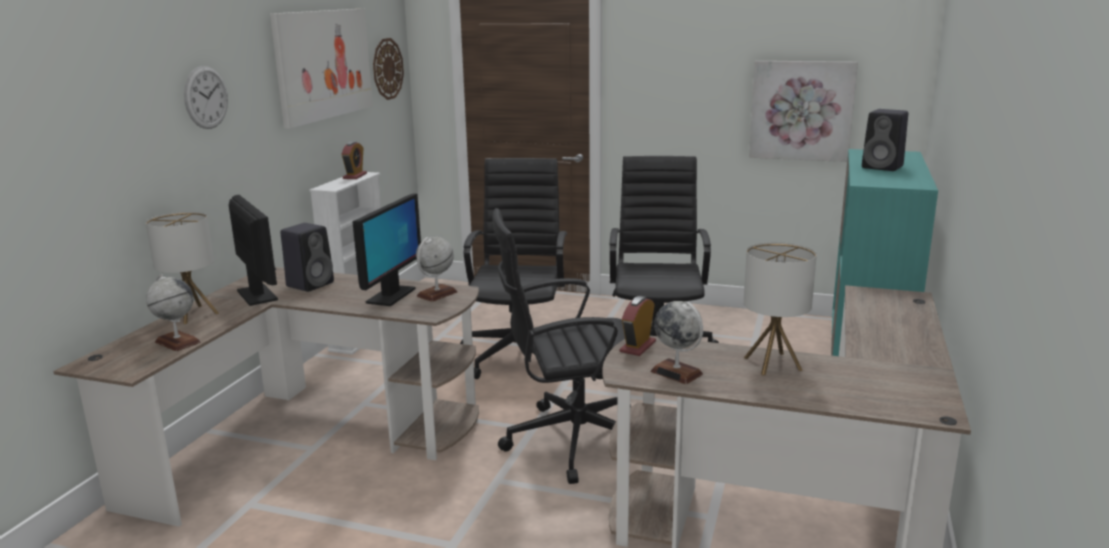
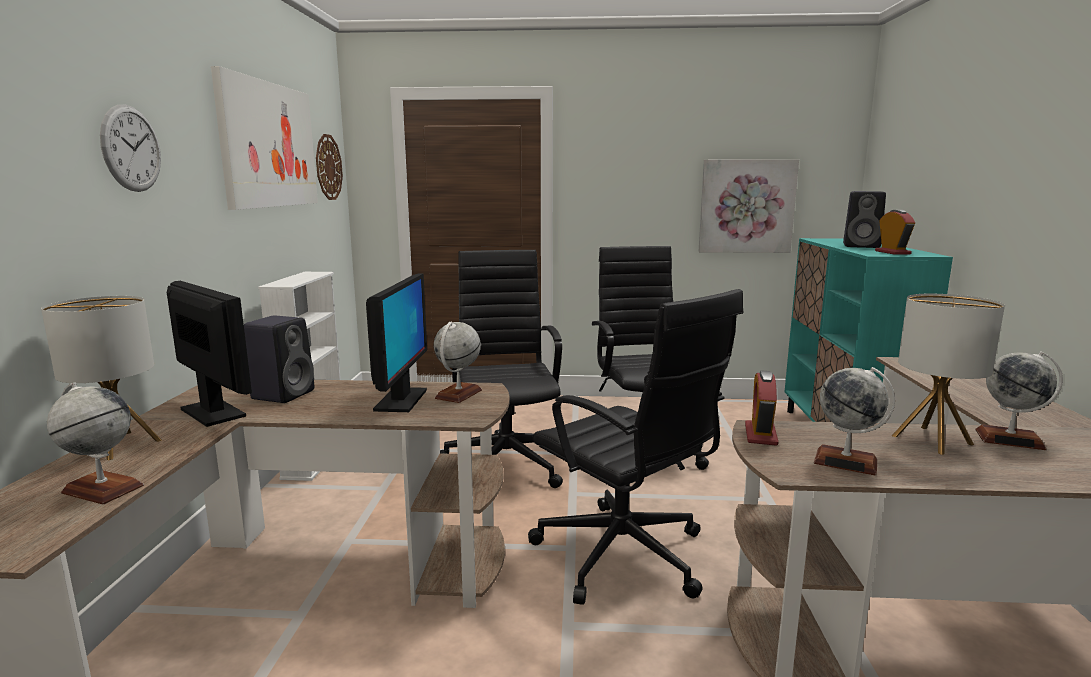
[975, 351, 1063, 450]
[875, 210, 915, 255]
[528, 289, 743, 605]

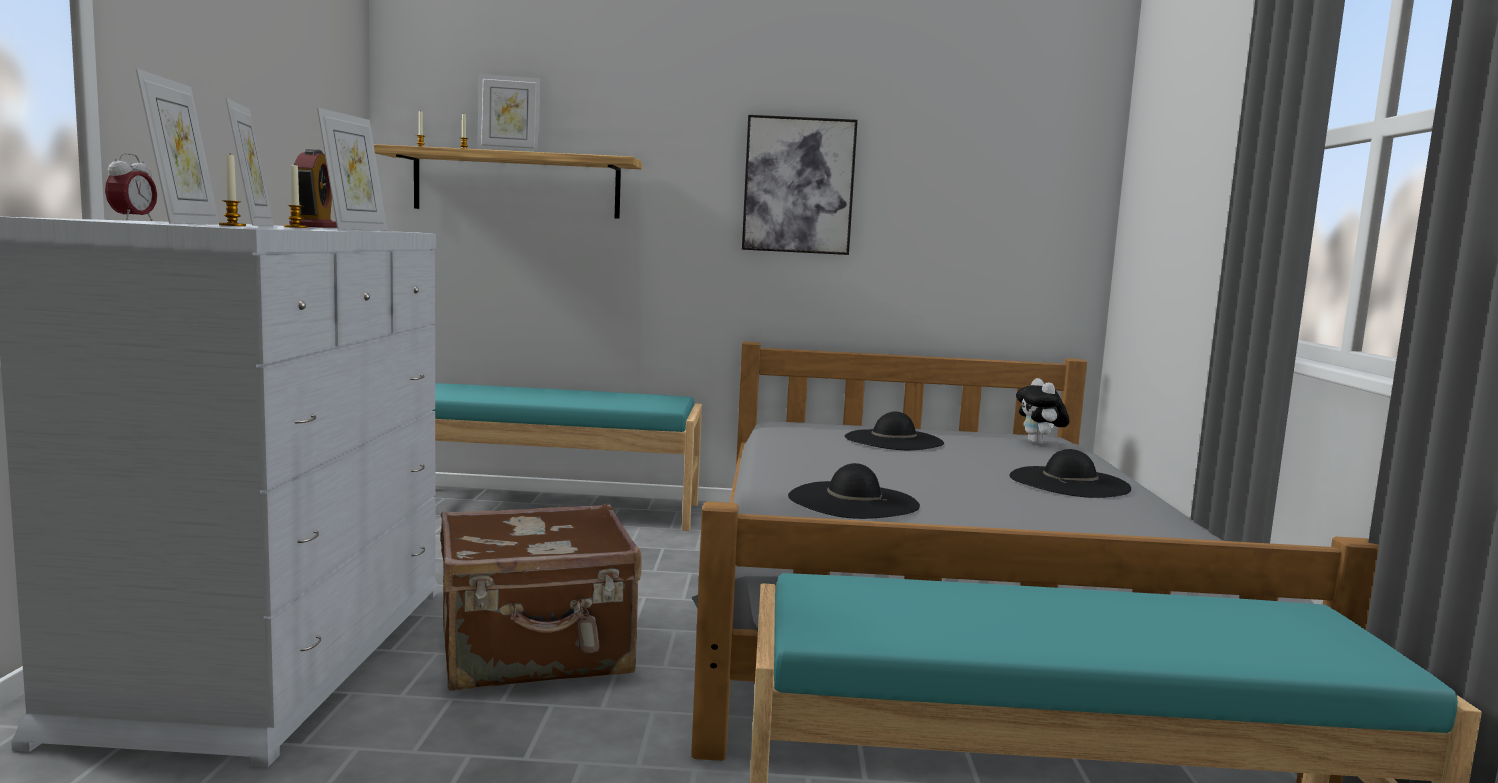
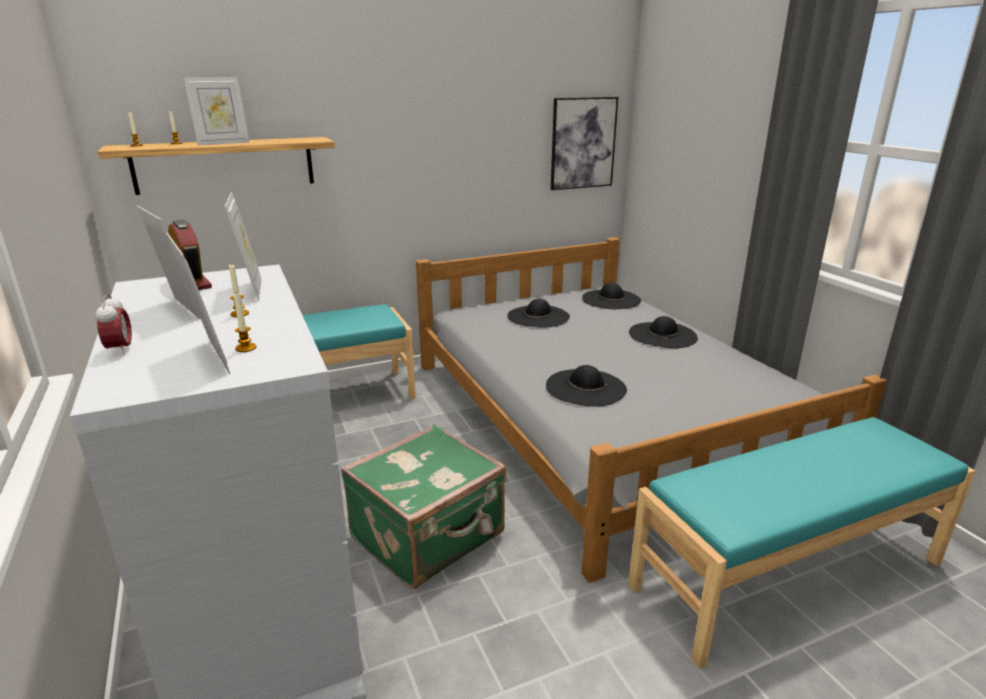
[551, 97, 618, 190]
[582, 283, 641, 309]
[341, 424, 506, 589]

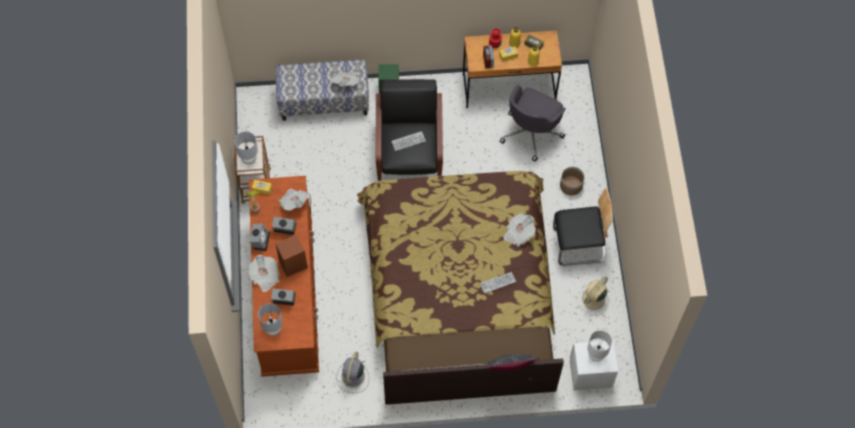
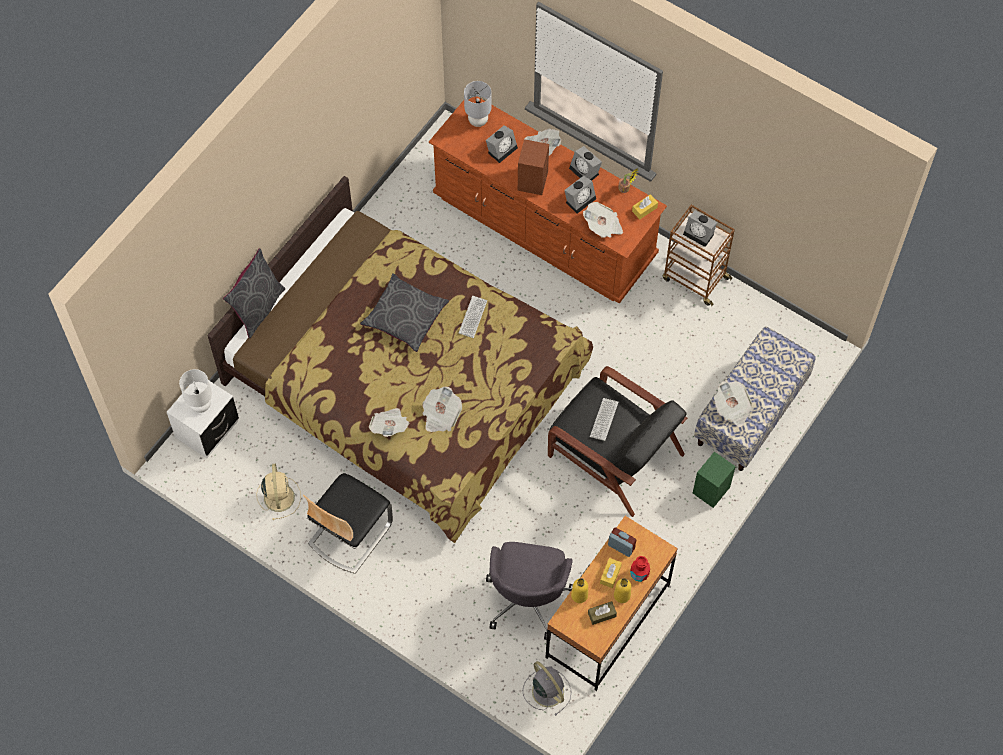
[560, 167, 585, 196] (first image)
[360, 273, 449, 352]
[422, 387, 462, 432]
[523, 661, 571, 716]
[459, 296, 487, 338]
[683, 210, 717, 247]
[486, 542, 573, 640]

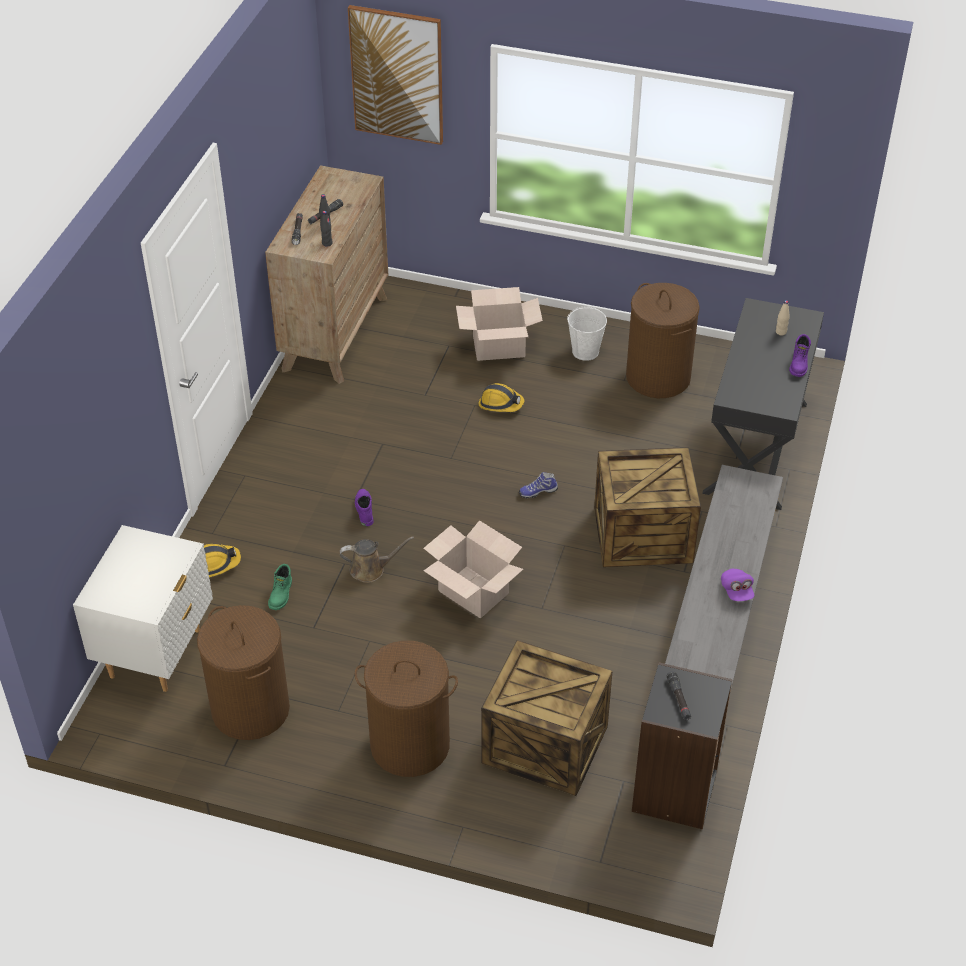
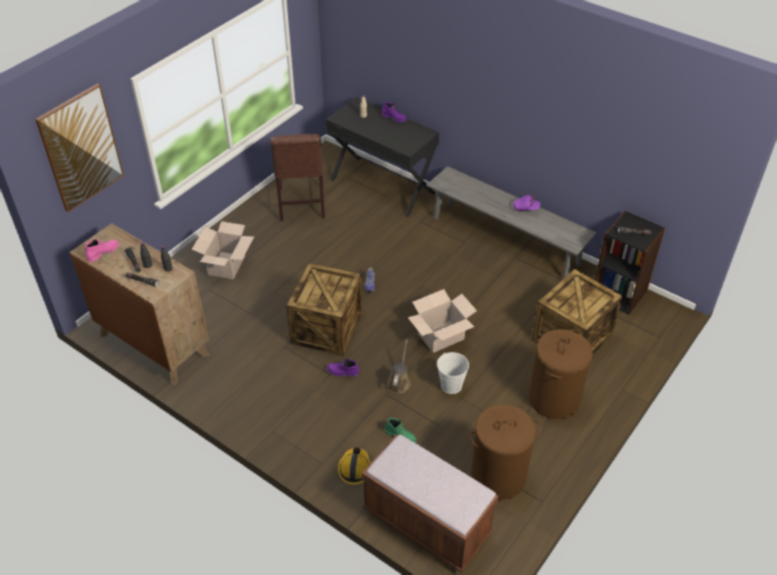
[479, 383, 525, 412] (first image)
[85, 239, 119, 262]
[437, 352, 469, 394]
[286, 263, 362, 356]
[362, 434, 499, 573]
[270, 134, 325, 221]

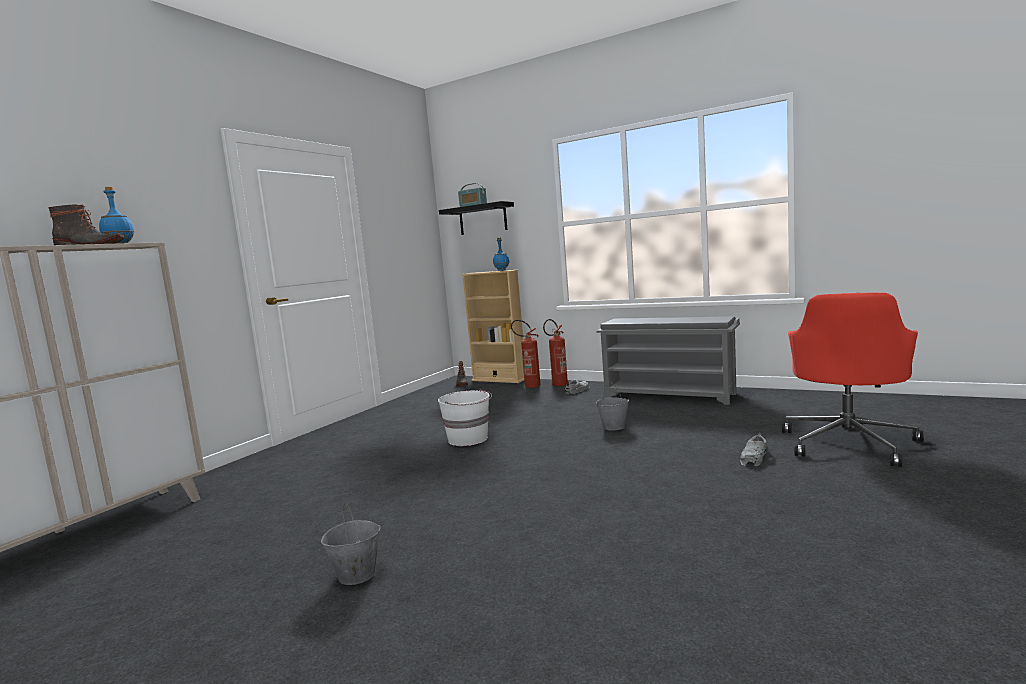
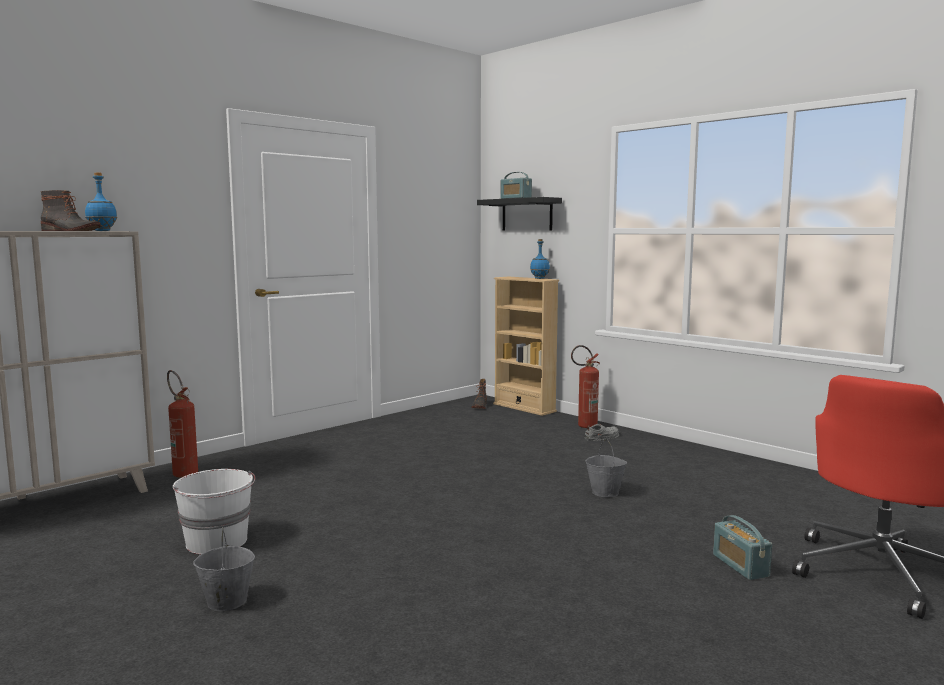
[596, 316, 740, 405] (first image)
[173, 469, 255, 555]
[167, 370, 198, 478]
[713, 515, 772, 580]

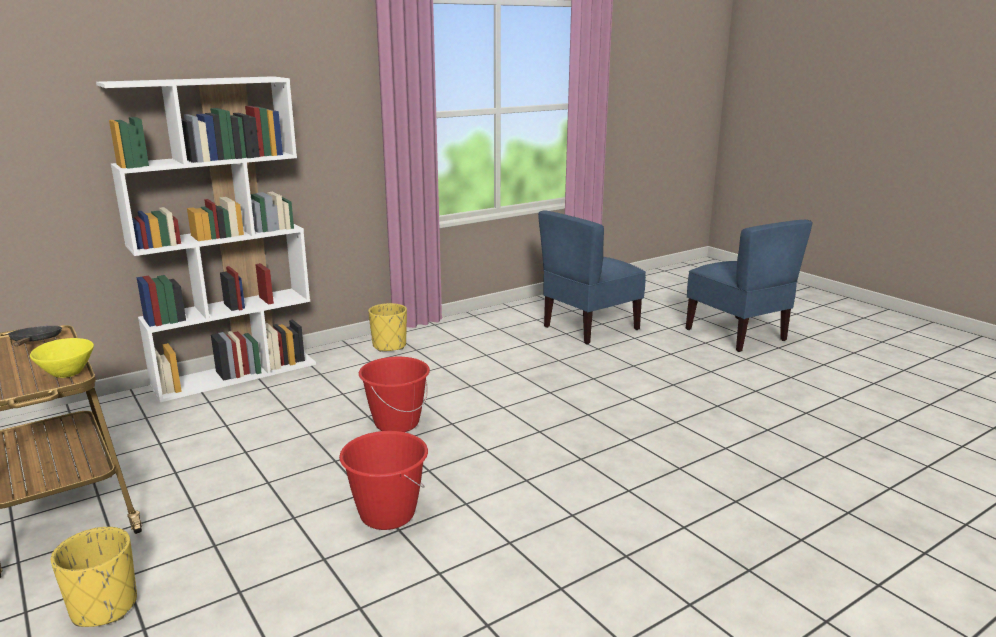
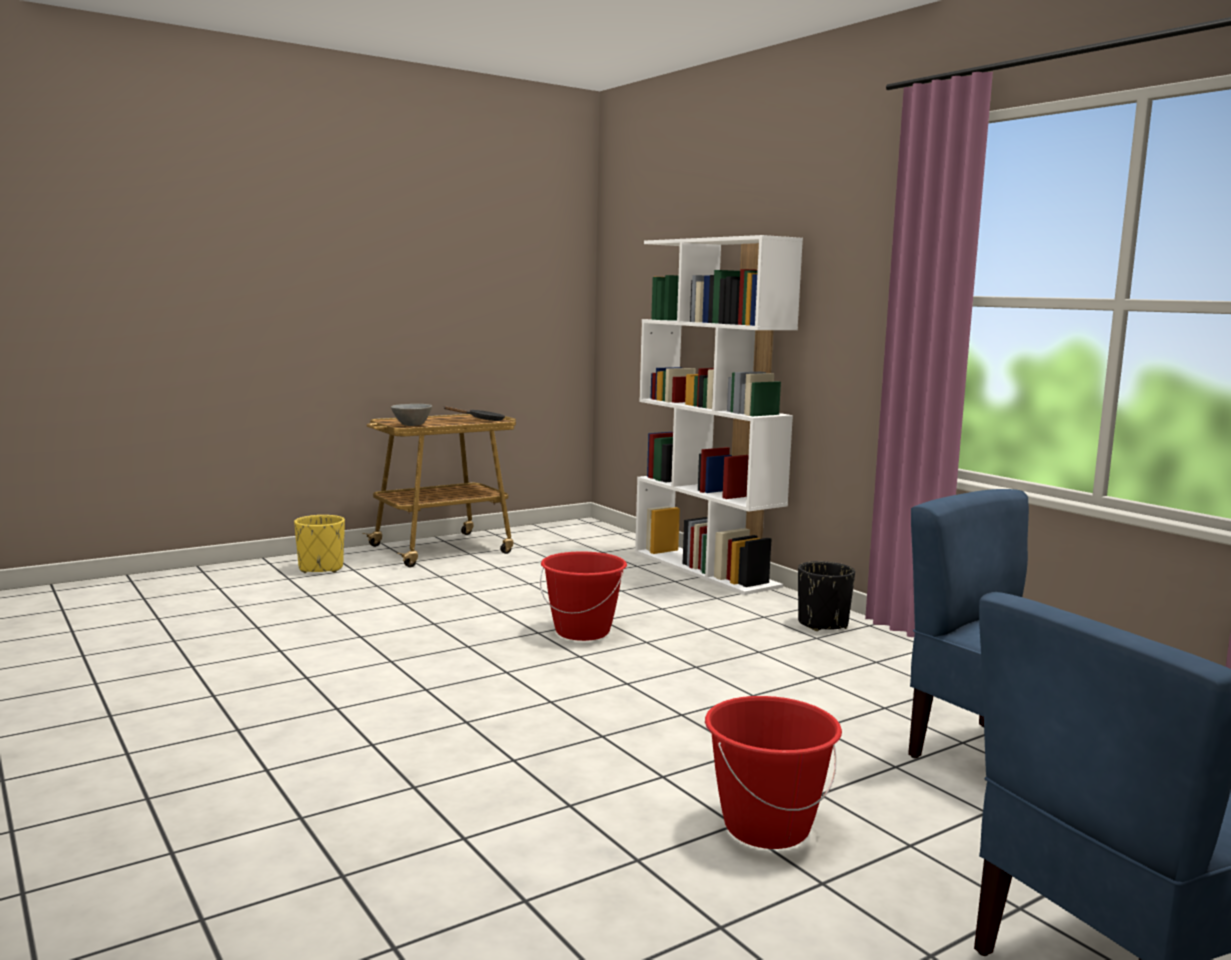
[705, 696, 842, 849]
[391, 404, 432, 426]
[798, 561, 855, 631]

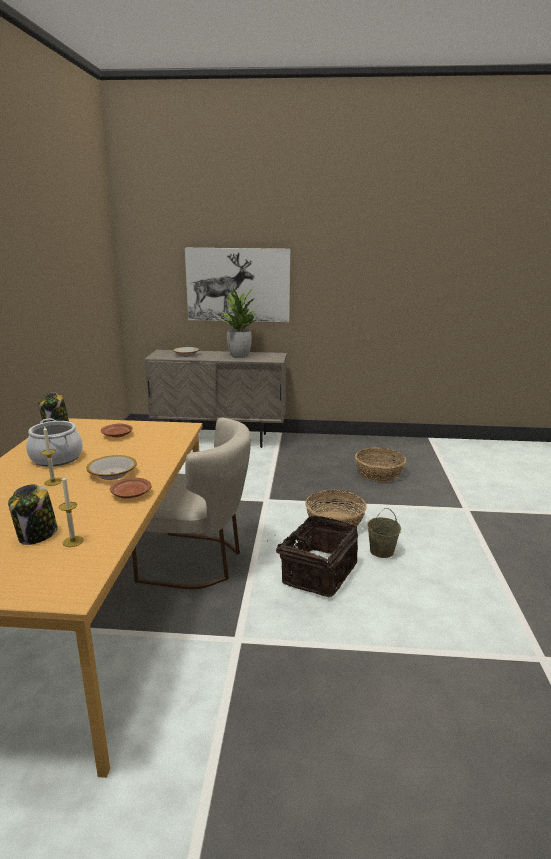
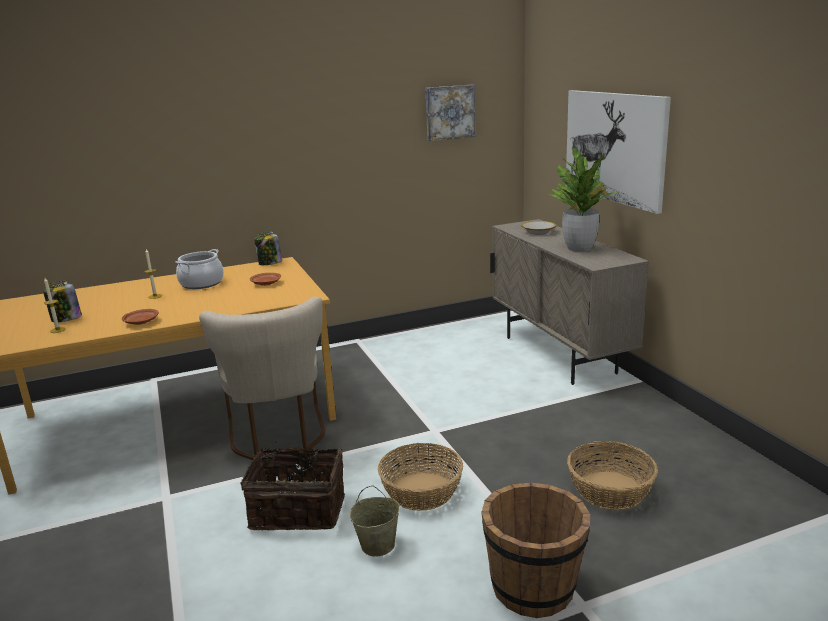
[87, 455, 137, 480] (first image)
[425, 85, 475, 141]
[481, 482, 590, 618]

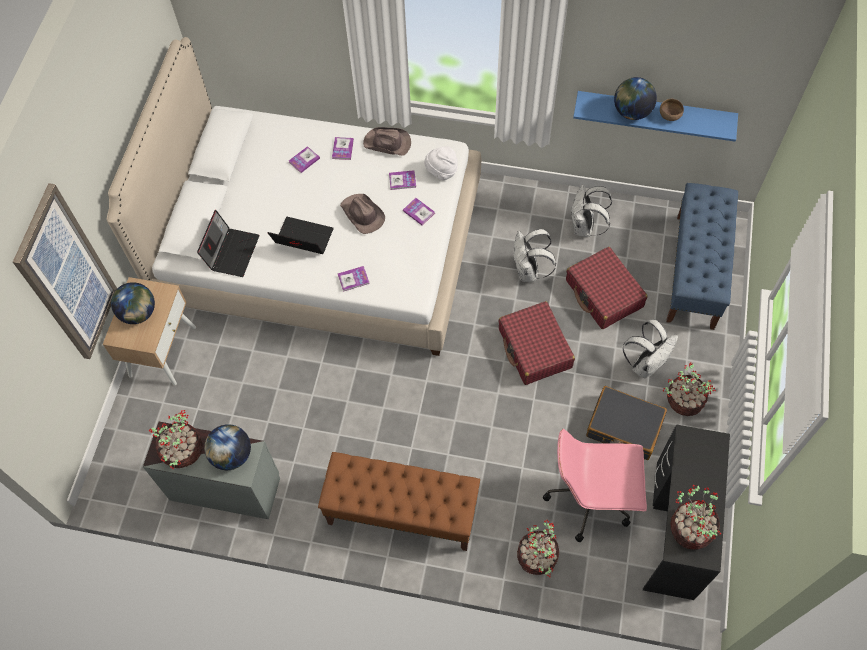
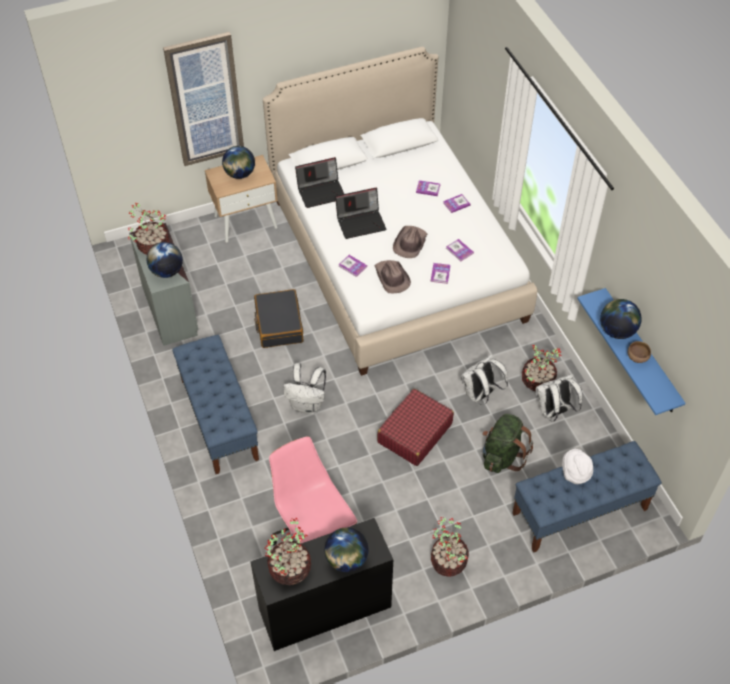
[325, 527, 369, 572]
[375, 260, 411, 293]
[562, 449, 593, 484]
[522, 345, 561, 391]
[254, 289, 303, 348]
[283, 363, 326, 414]
[483, 414, 533, 473]
[172, 335, 259, 474]
[335, 188, 386, 239]

